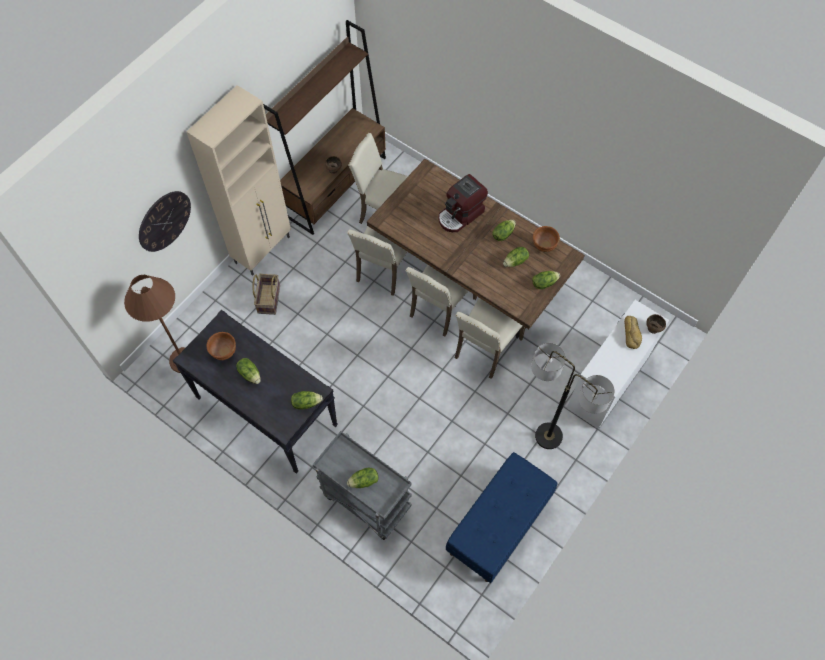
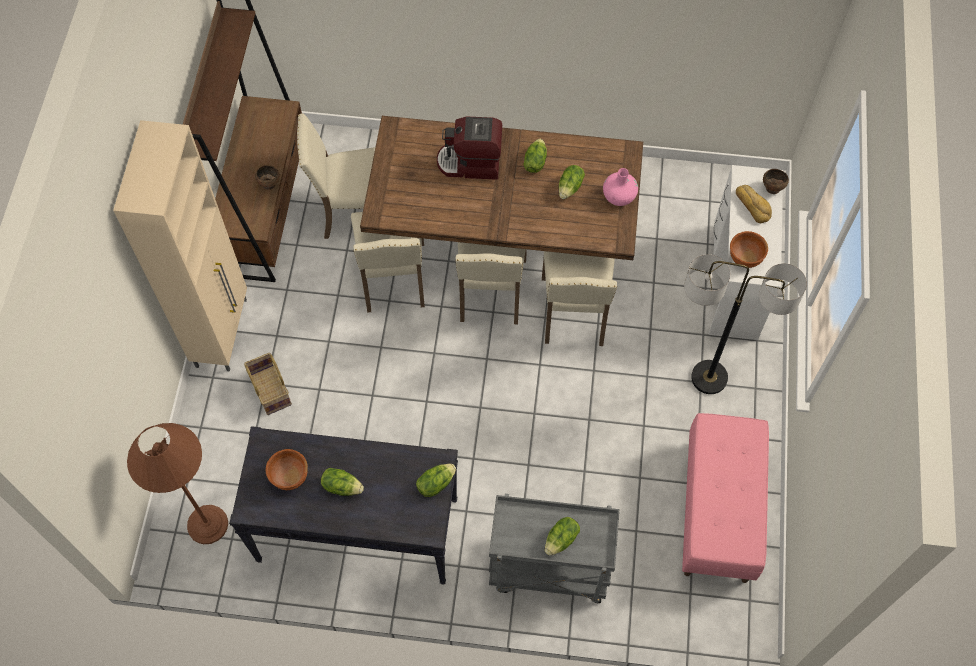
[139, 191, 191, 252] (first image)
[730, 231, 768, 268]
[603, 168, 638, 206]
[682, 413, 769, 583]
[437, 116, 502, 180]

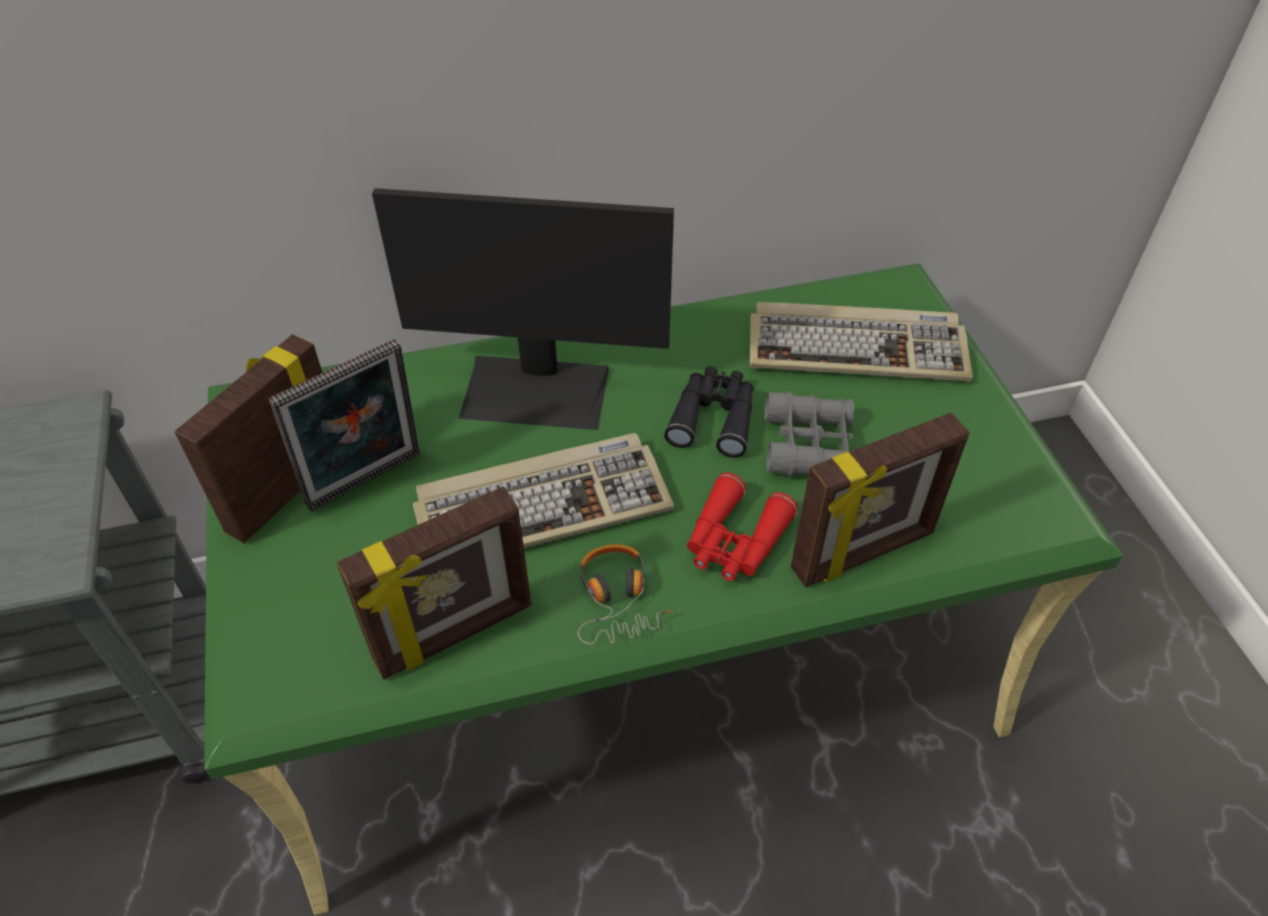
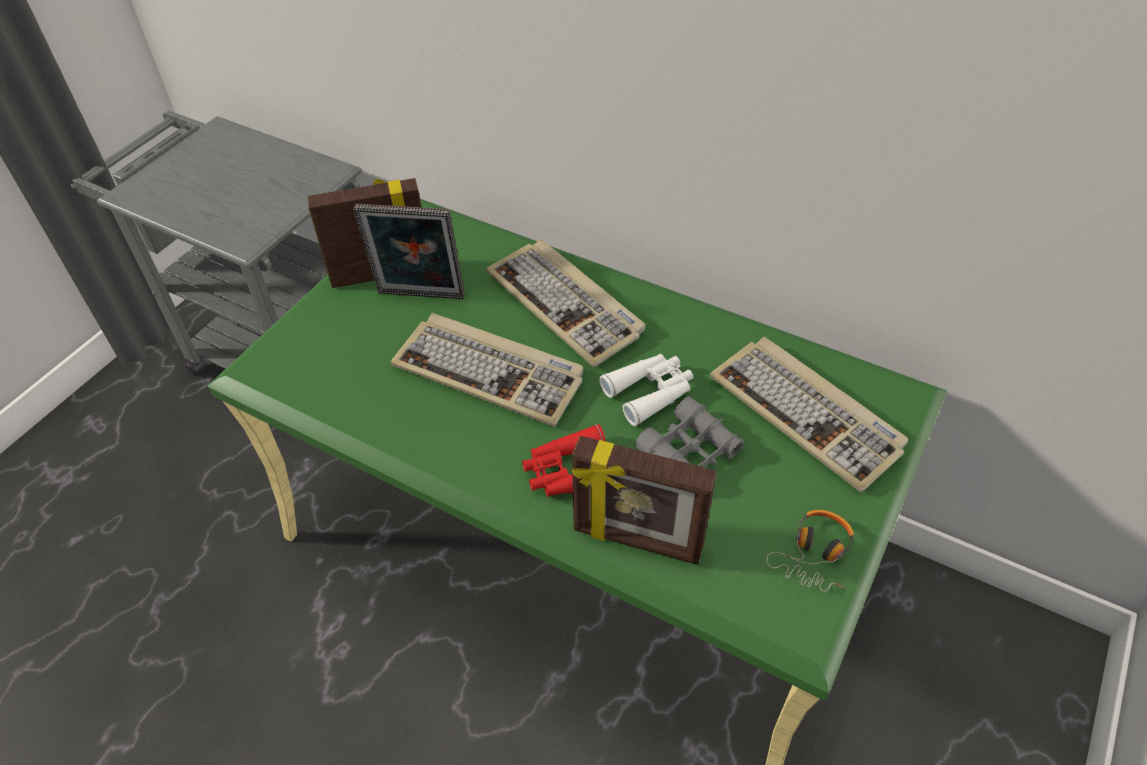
[337, 486, 531, 679] (first image)
[766, 510, 854, 592]
[486, 239, 645, 367]
[599, 354, 693, 426]

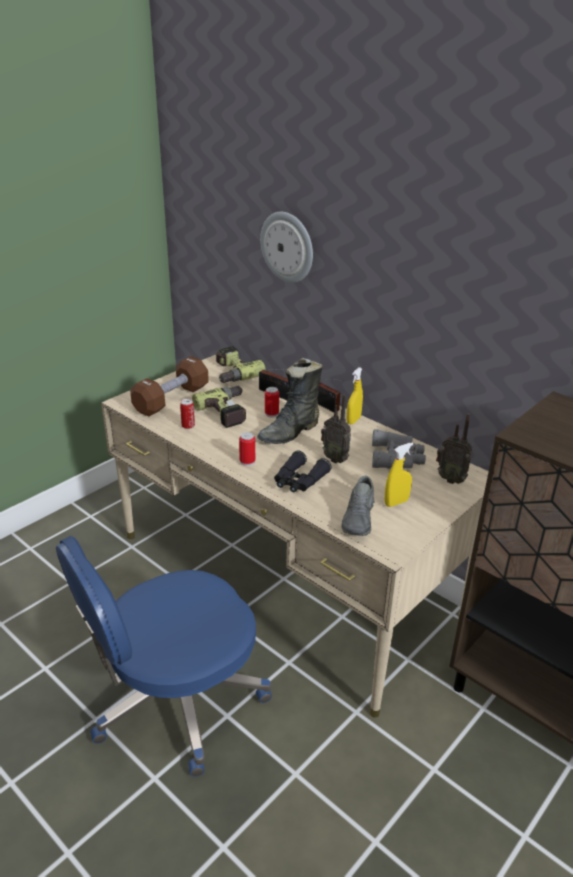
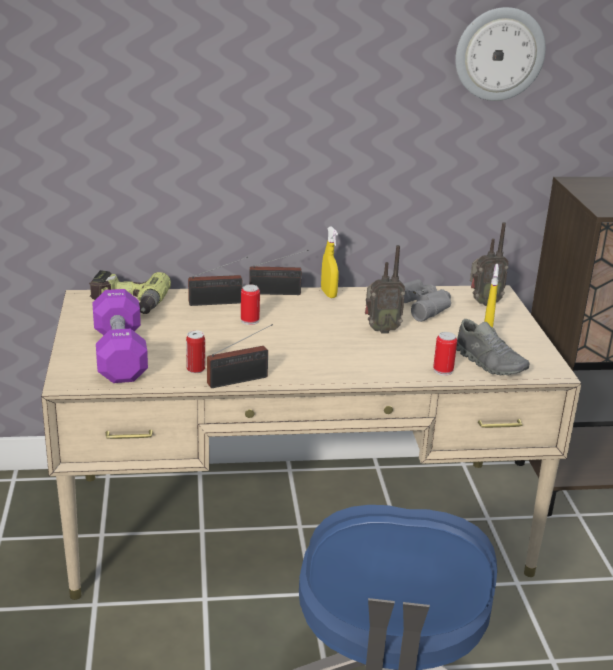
[192, 386, 246, 428] (first image)
[257, 358, 323, 444] (first image)
[274, 450, 331, 492] (first image)
[207, 324, 273, 388]
[433, 332, 457, 376]
[455, 7, 546, 101]
[92, 289, 148, 383]

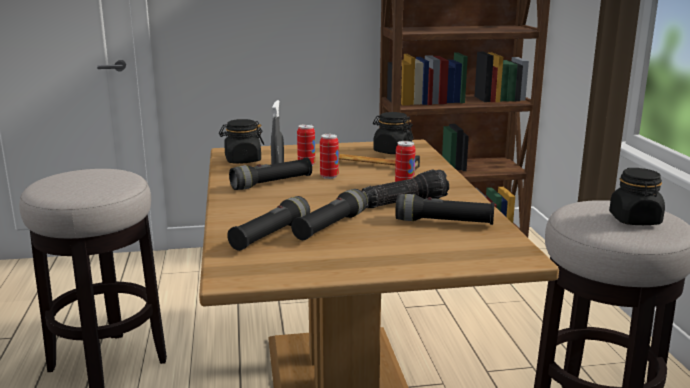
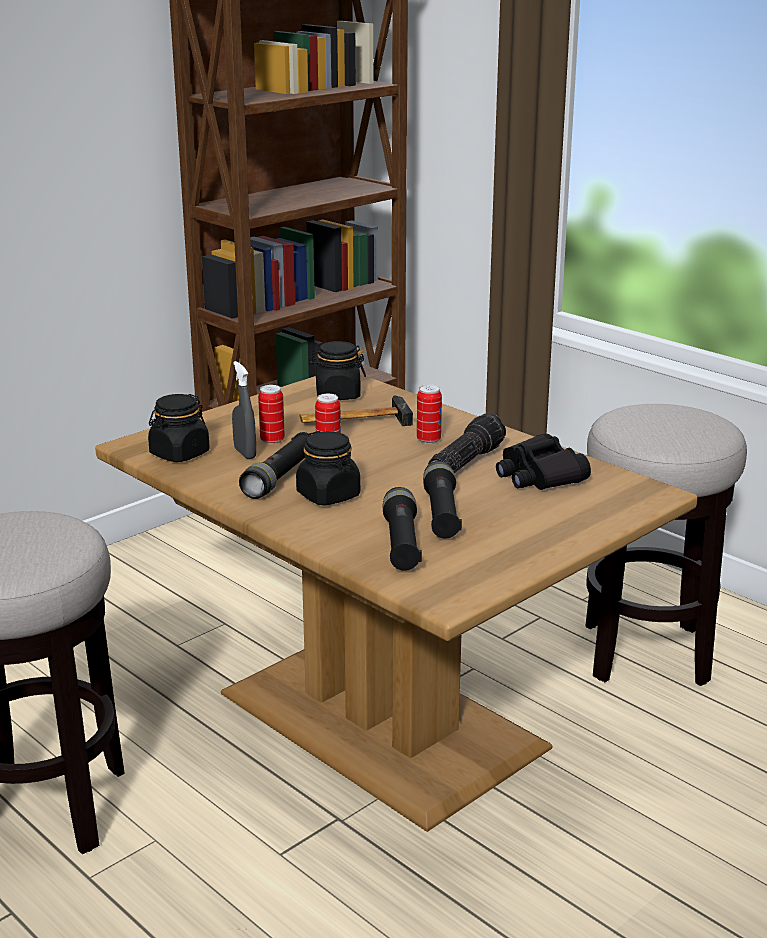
[296, 431, 360, 505]
[496, 433, 591, 490]

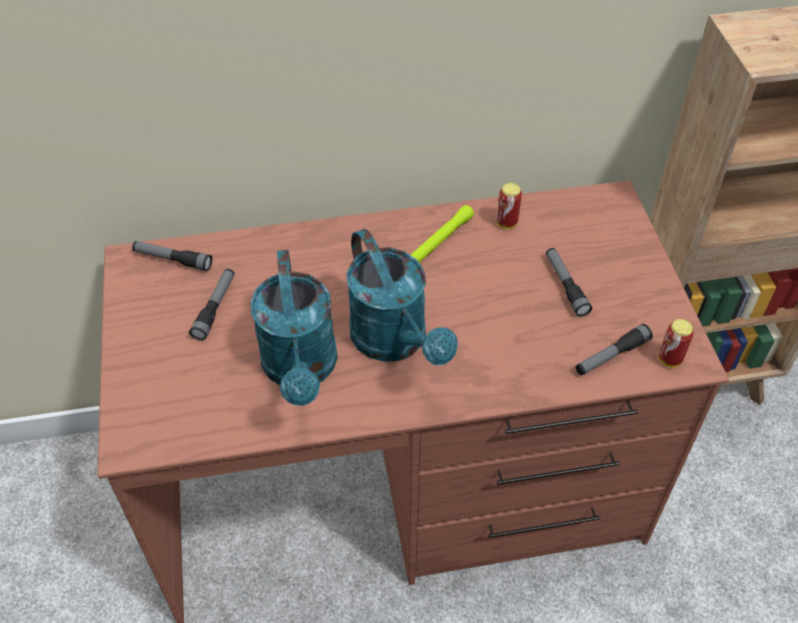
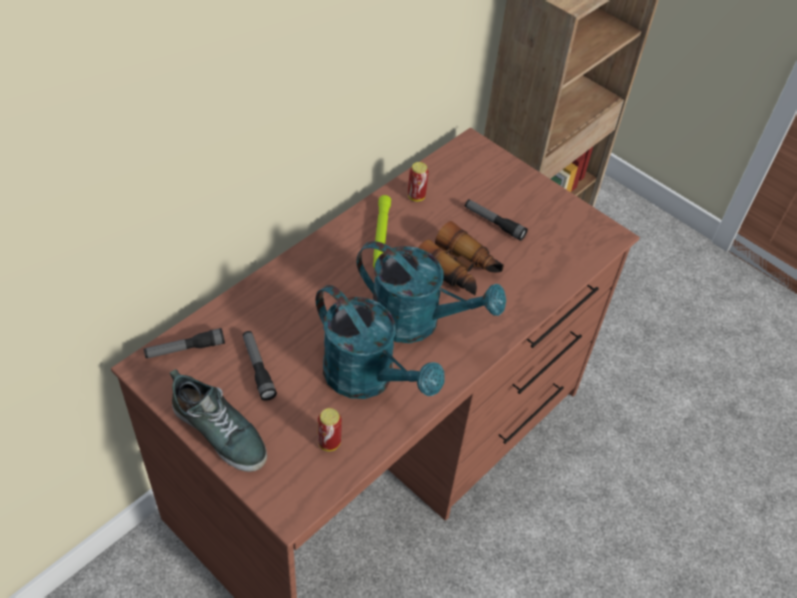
[575, 324, 653, 375] (first image)
[170, 369, 267, 472]
[418, 221, 504, 296]
[318, 408, 342, 451]

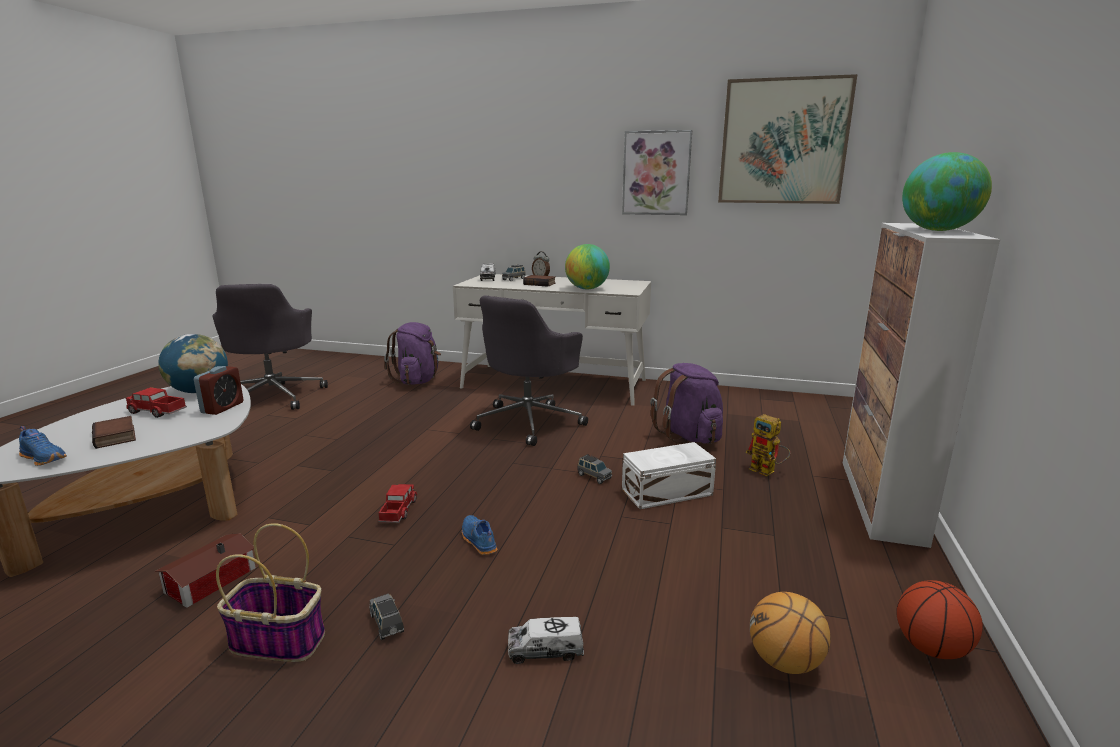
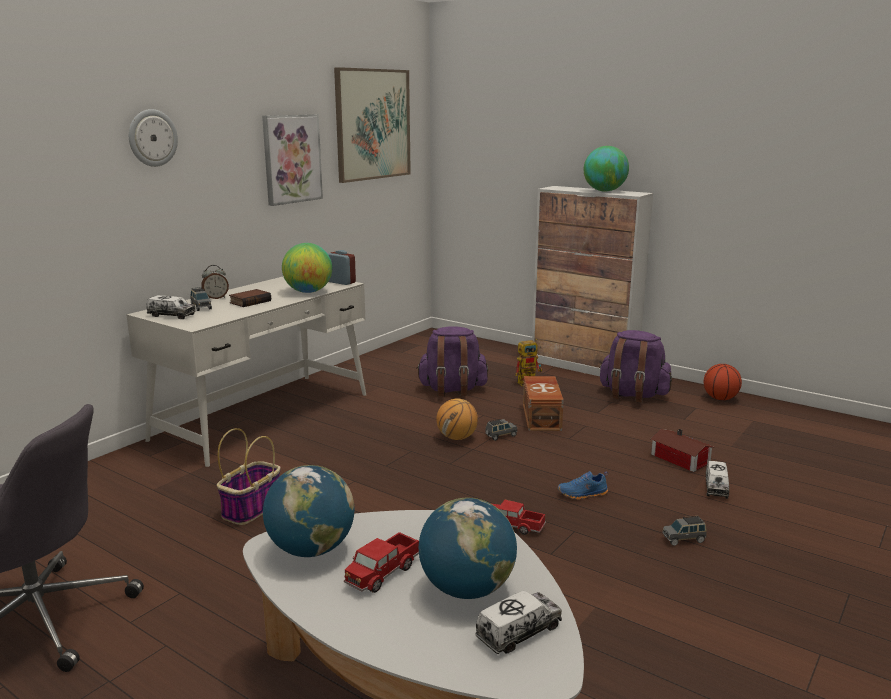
[470, 295, 588, 446] (first image)
[129, 109, 178, 167]
[651, 429, 713, 472]
[328, 250, 356, 285]
[217, 428, 281, 525]
[599, 330, 672, 403]
[436, 399, 478, 440]
[475, 591, 562, 654]
[419, 498, 517, 599]
[523, 376, 564, 431]

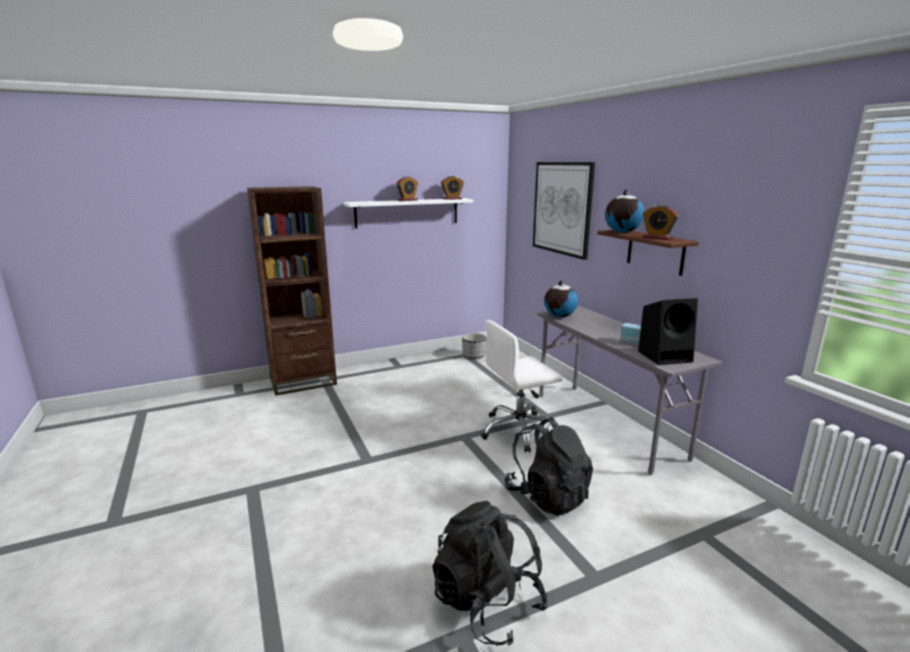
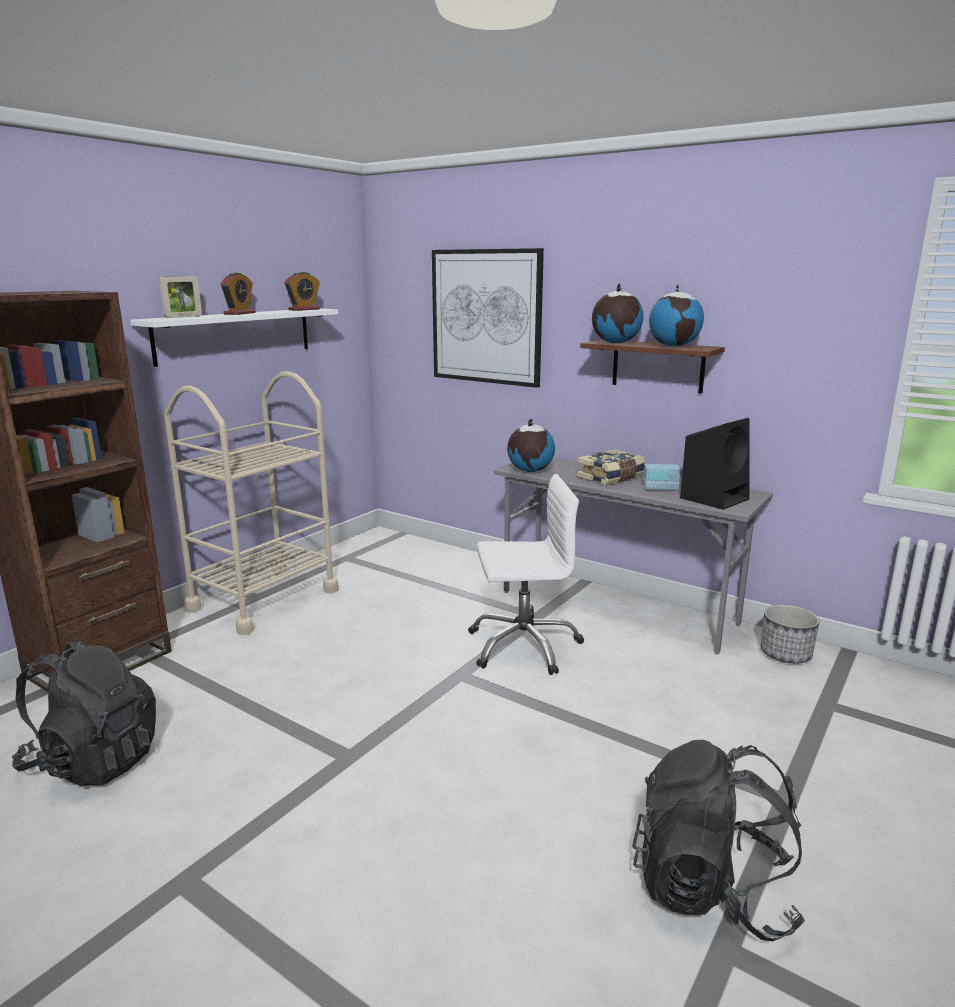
[159, 276, 202, 318]
[164, 371, 339, 635]
[577, 449, 646, 485]
[761, 605, 820, 663]
[12, 638, 156, 786]
[649, 284, 704, 347]
[468, 474, 584, 675]

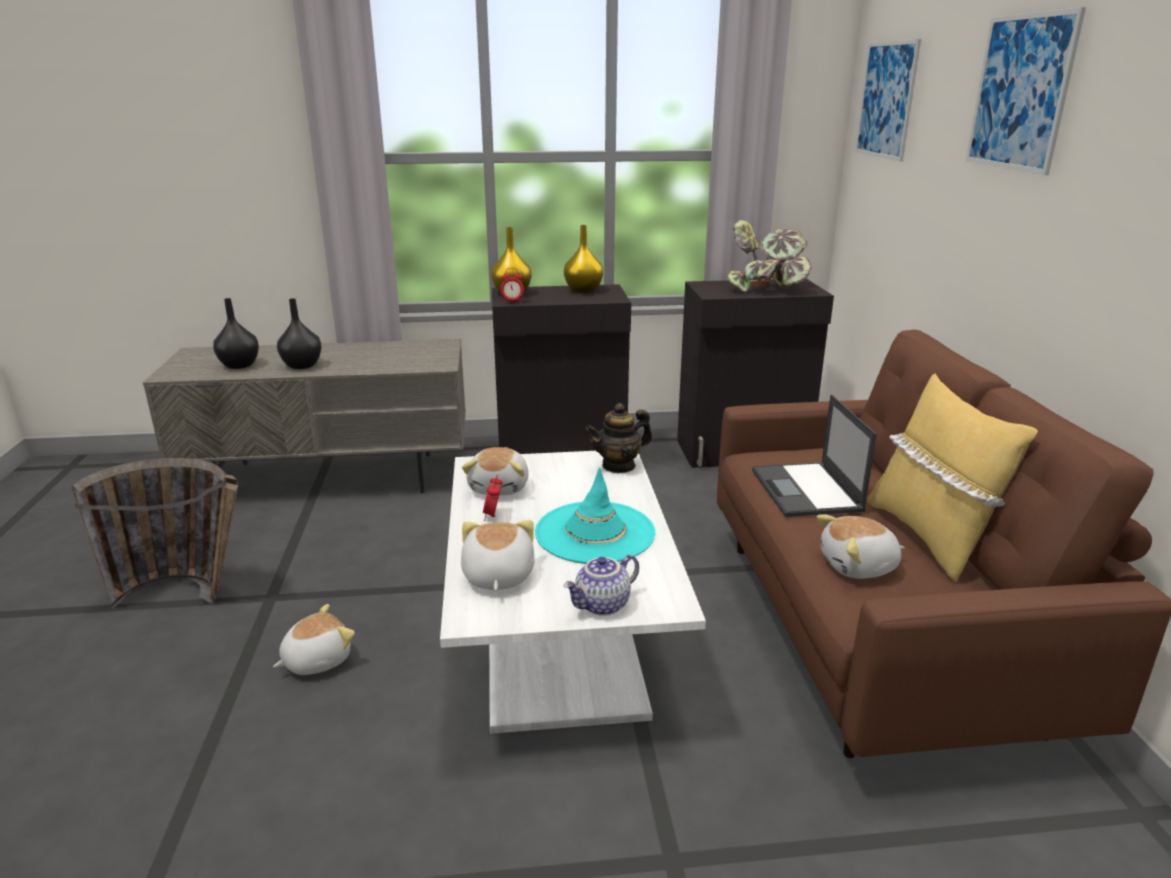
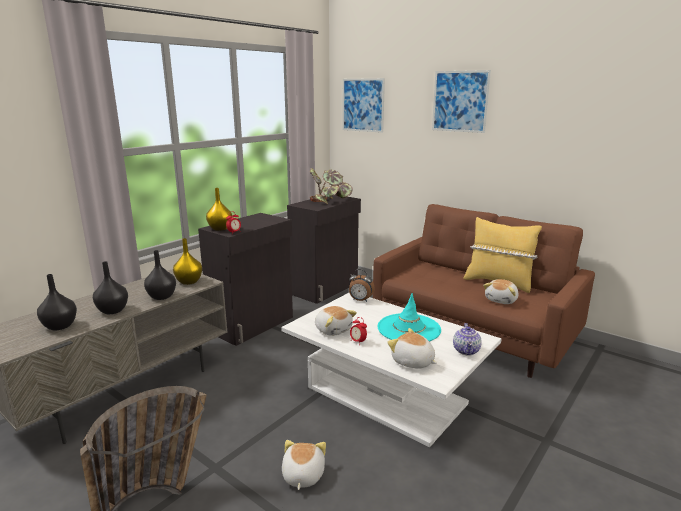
[752, 395, 877, 517] (first image)
[144, 250, 176, 300]
[173, 238, 202, 285]
[349, 269, 375, 302]

